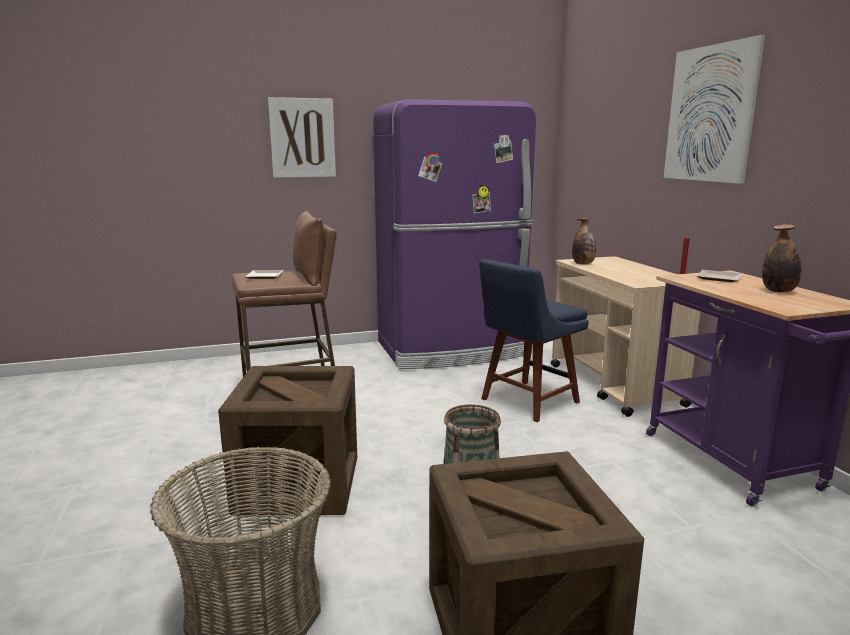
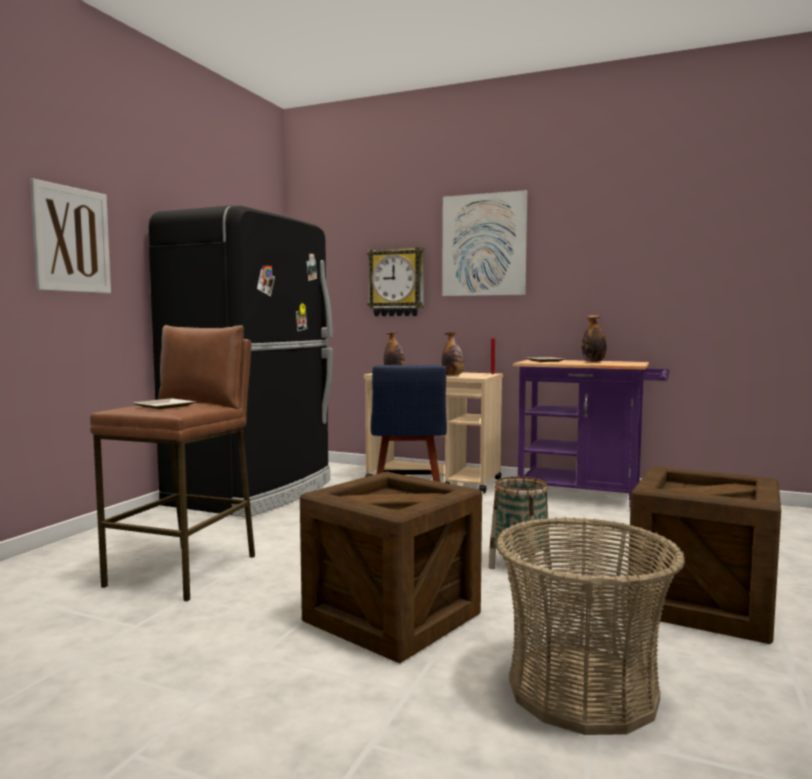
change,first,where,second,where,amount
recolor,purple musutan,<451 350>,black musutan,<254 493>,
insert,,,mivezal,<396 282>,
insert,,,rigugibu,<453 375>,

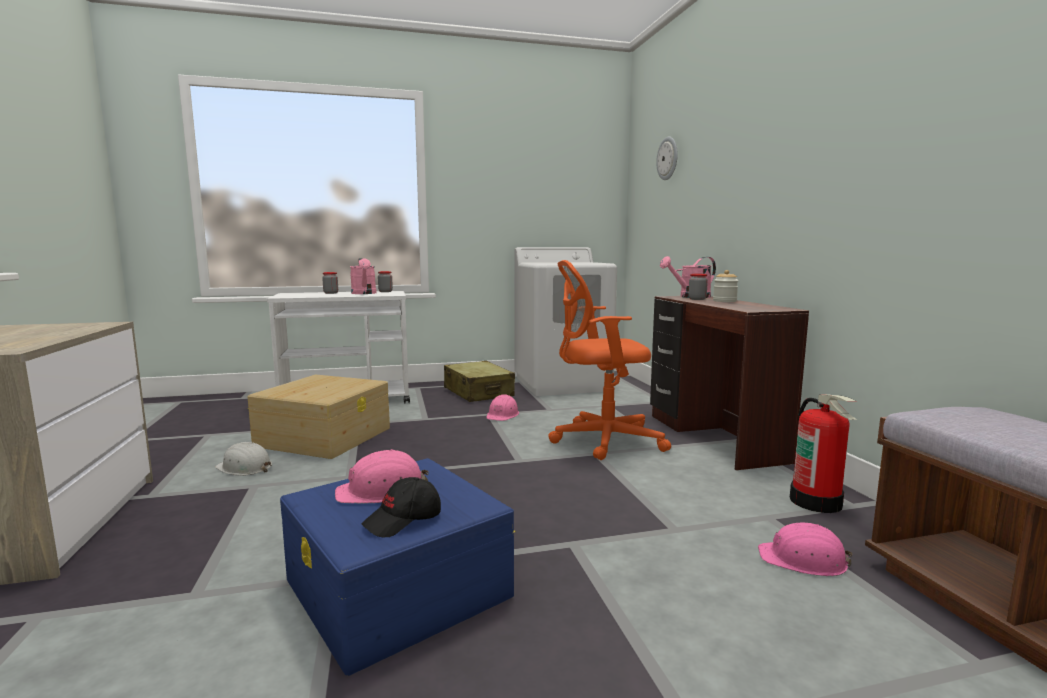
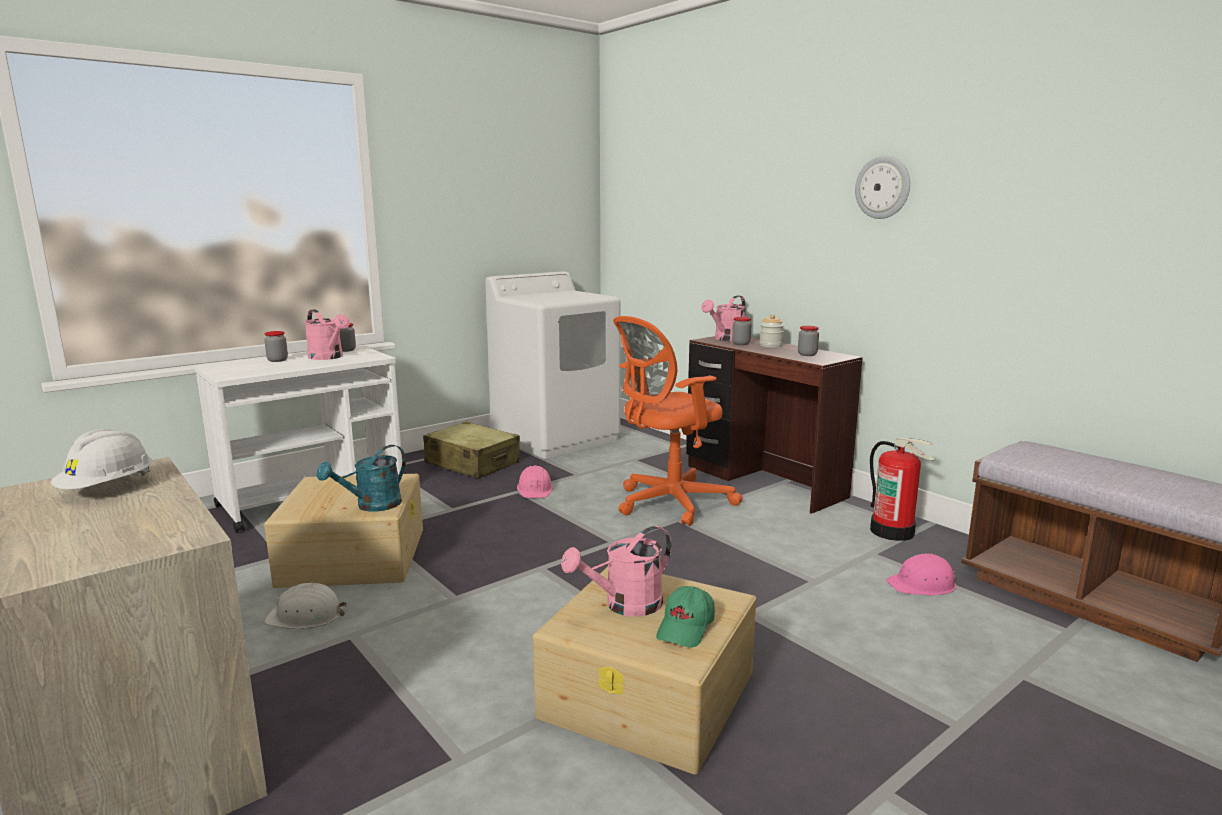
change,first,where,second,where,amount
recolor,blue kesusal,<398 588>,beige kesusal,<649 694>,
replace,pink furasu,<382 491>,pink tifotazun,<625 605>,
recolor,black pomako,<403 520>,green pomako,<686 628>,
move,mivezal,<668 158>,,<883 187>,
insert,,,white furasu,<108 488>,
insert,,,turquoise tifotazun,<372 506>,
insert,,,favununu,<807 354>,

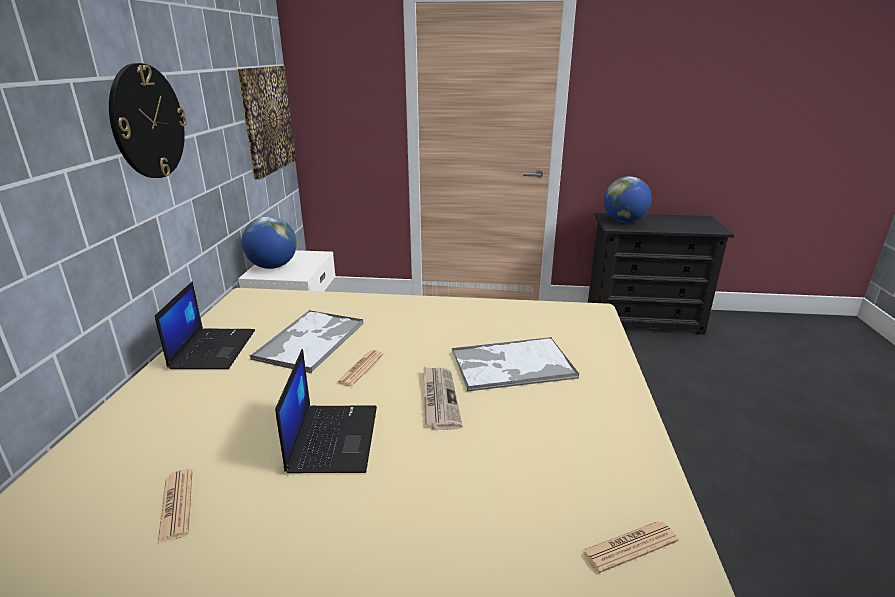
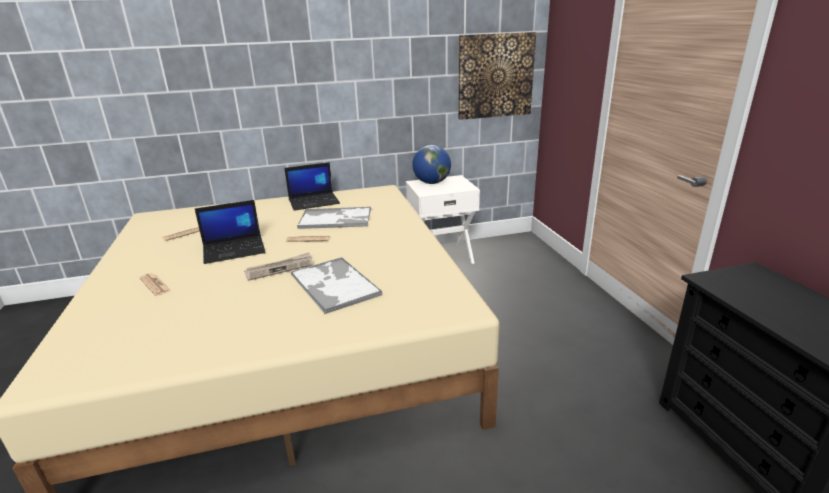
change,first,where,second,where,amount
delete,mivezal,<148 122>,,,
move,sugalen,<629 546>,,<155 285>,
delete,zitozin,<624 221>,,,

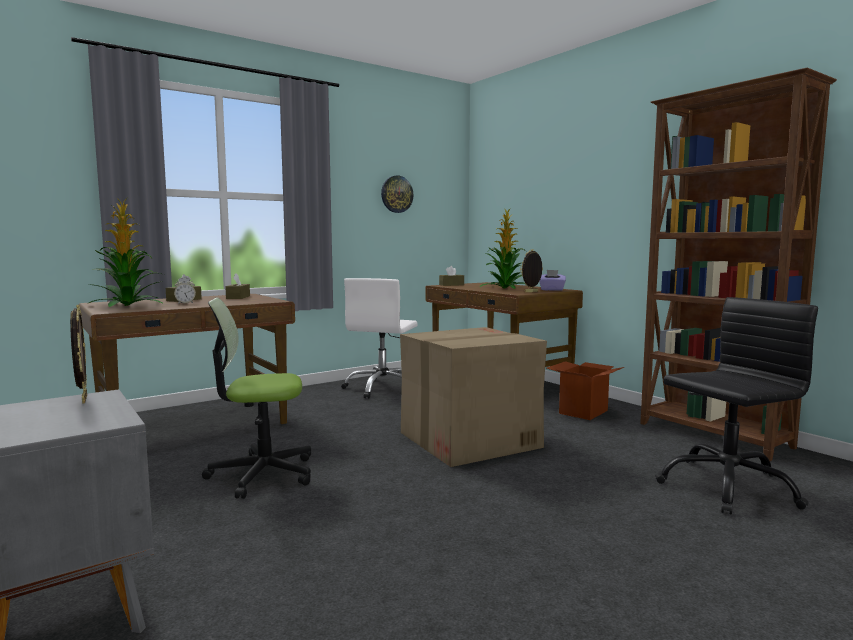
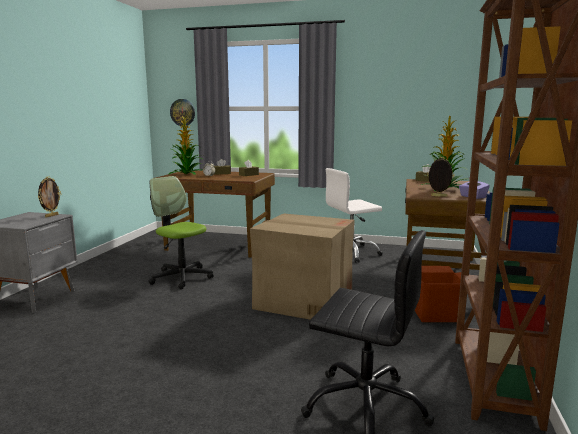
change,first,where,second,where,amount
move,mivezal,<396 194>,,<182 112>,

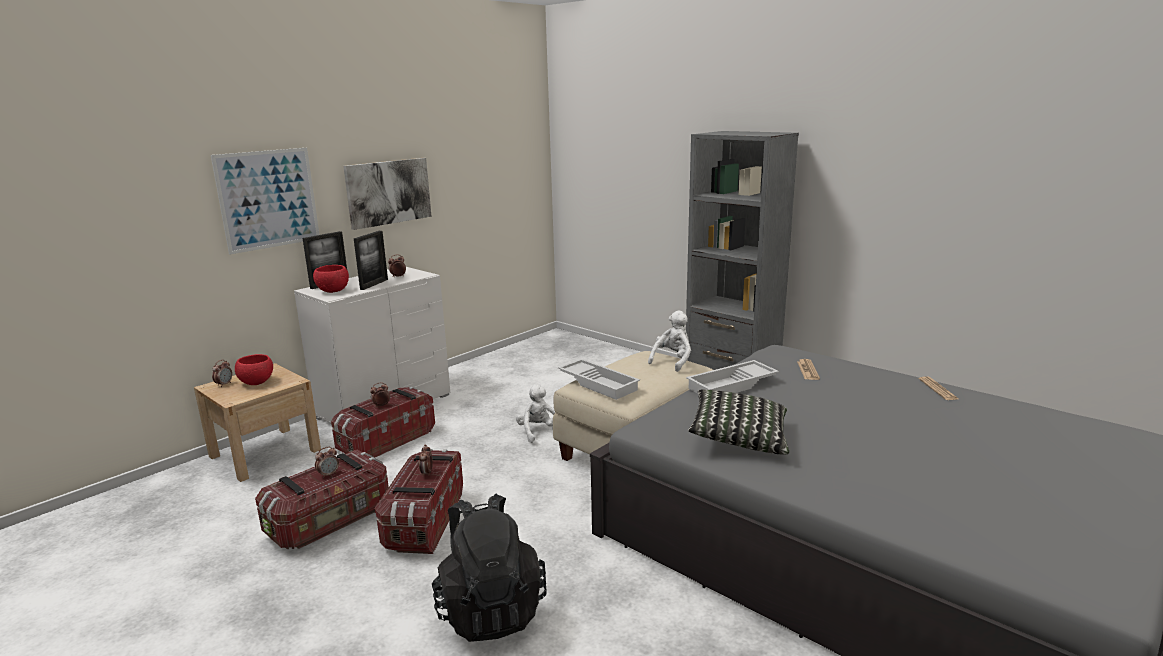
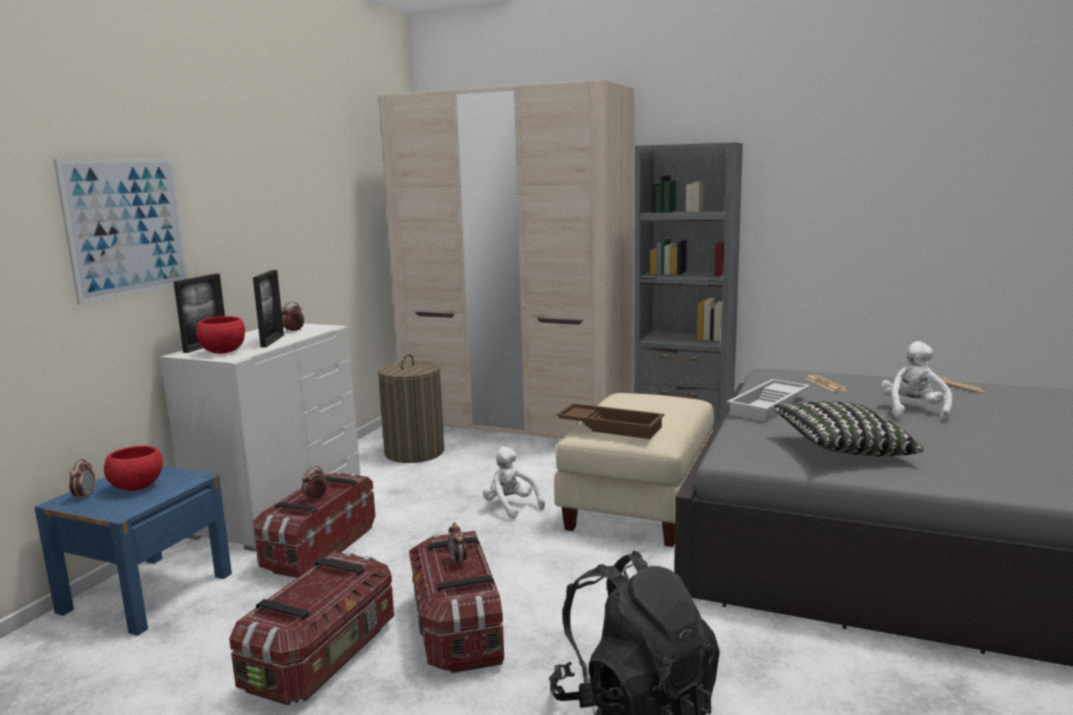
change,first,where,second,where,amount
recolor,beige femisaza,<265 453>,blue femisaza,<147 593>,
delete,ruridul,<328 474>,,,
delete,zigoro,<388 192>,,,
recolor,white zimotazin,<599 383>,brown zimotazin,<611 427>,
move,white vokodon,<672 361>,,<913 411>,
insert,,,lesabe,<414 452>,
insert,,,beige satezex,<517 424>,

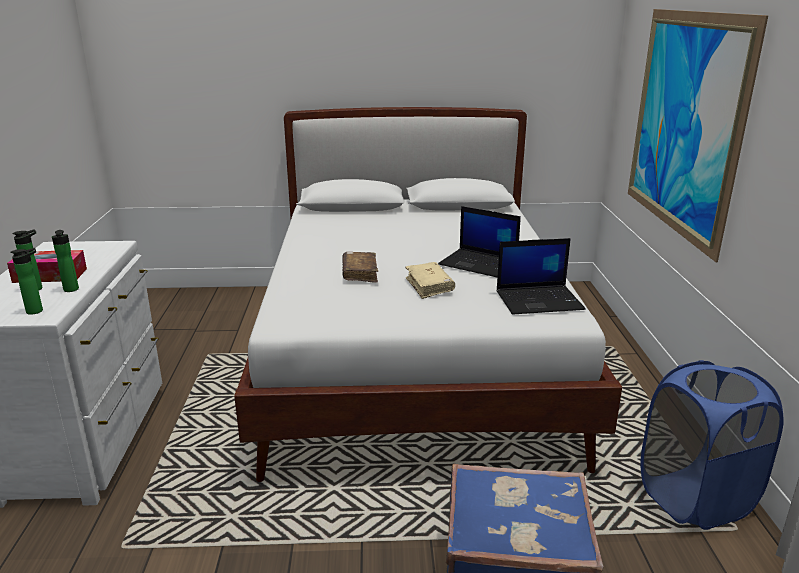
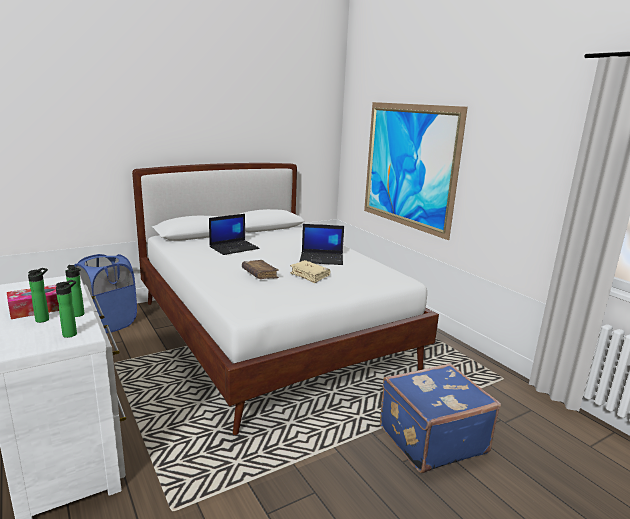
change,first,where,second,where,amount
move,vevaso,<539 300>,,<234 248>,
move,blue lesabe,<695 499>,,<108 324>,

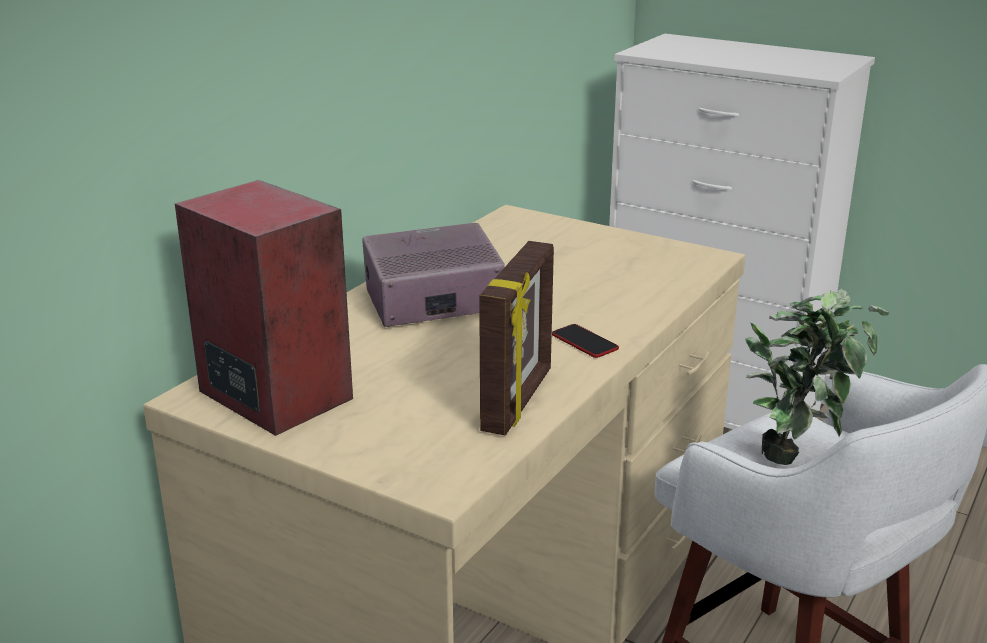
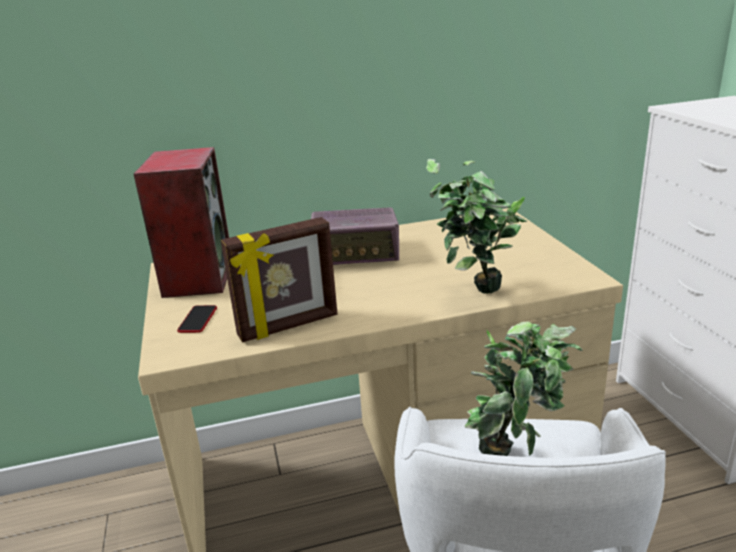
change,first,where,second,where,amount
rotate,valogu,<432 302>,,<356 254>,150 degrees clockwise
move,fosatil,<584 342>,,<198 320>,
insert,,,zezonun,<473 294>,

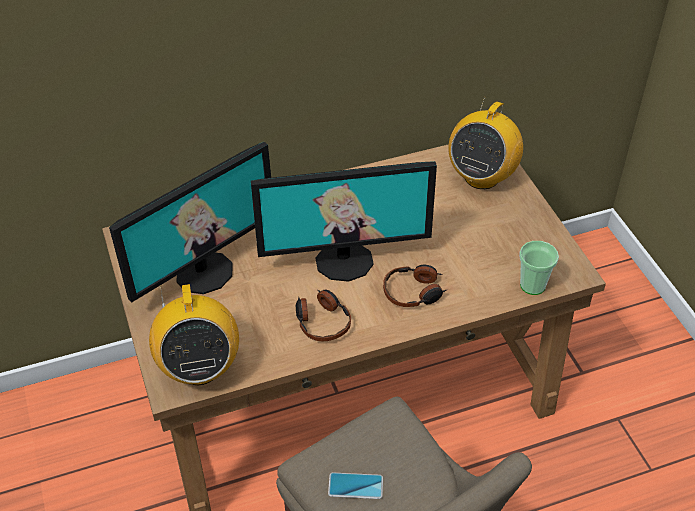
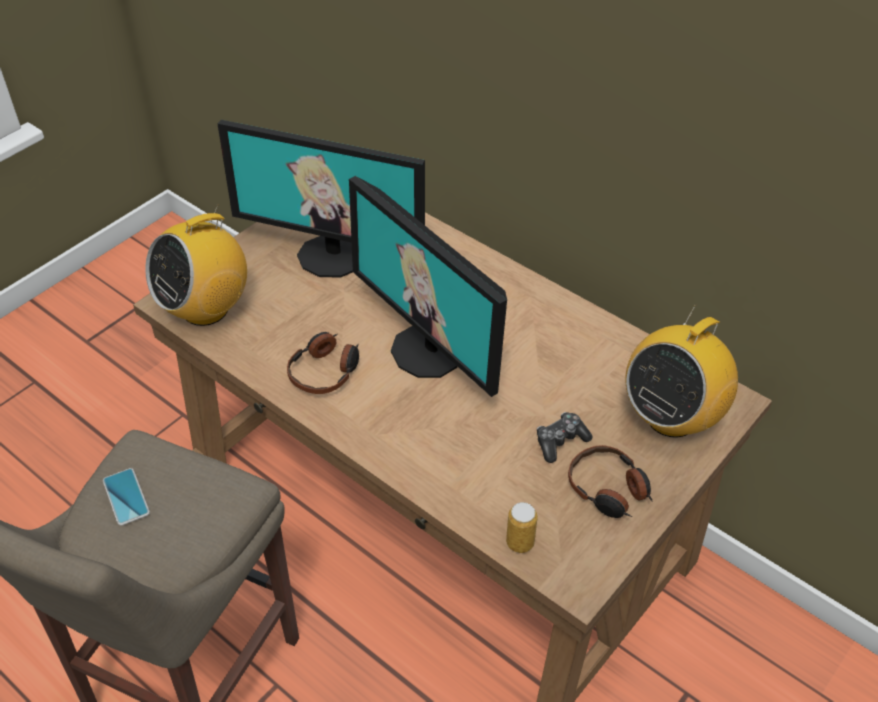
change,first,where,second,where,amount
move,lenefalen,<414 292>,,<608 489>,
rotate,valogu,<481 177>,,<671 417>,45 degrees counterclockwise
replace,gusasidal,<532 285>,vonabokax,<520 542>,
insert,,,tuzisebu,<560 441>,

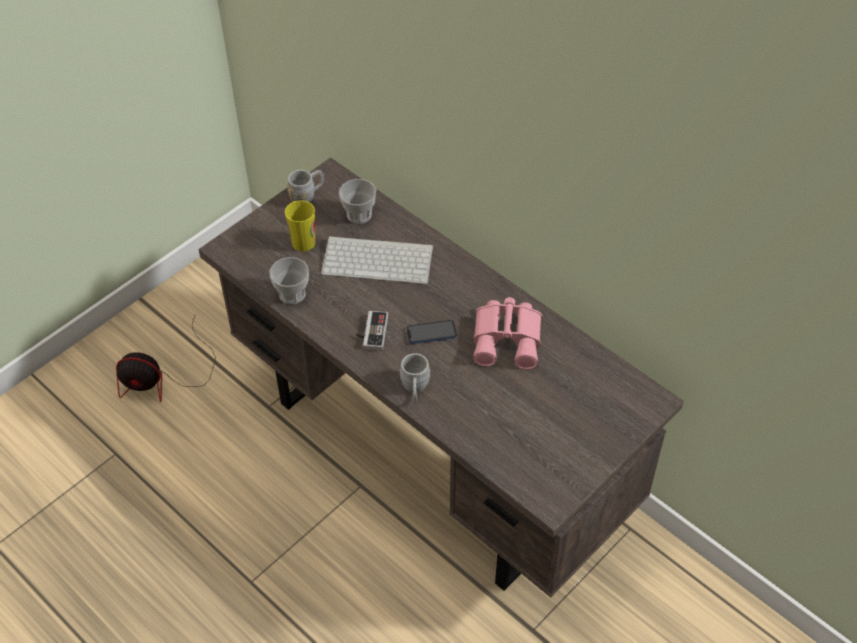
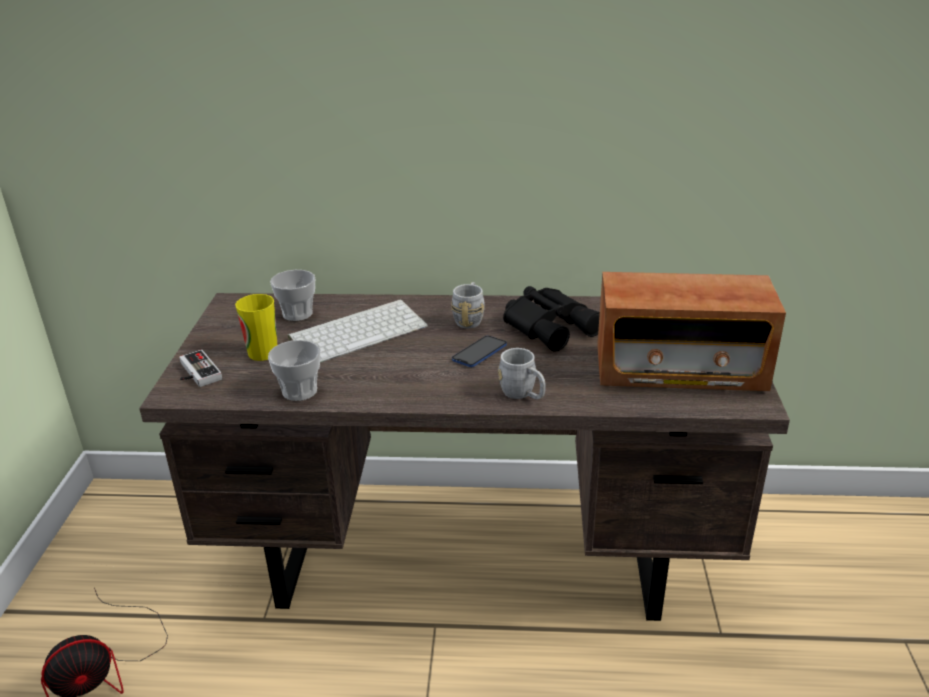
change,first,where,second,where,amount
move,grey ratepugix,<307 196>,,<469 318>,
move,tuzisebu,<371 332>,,<195 373>,
recolor,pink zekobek,<508 338>,black zekobek,<551 326>,
insert,,,valogu,<679 371>,

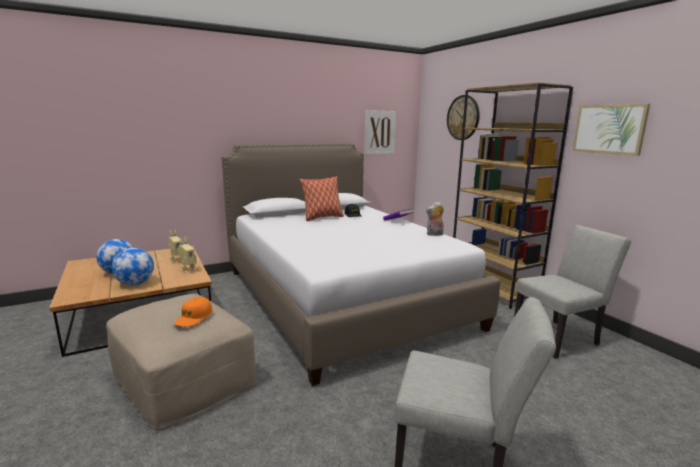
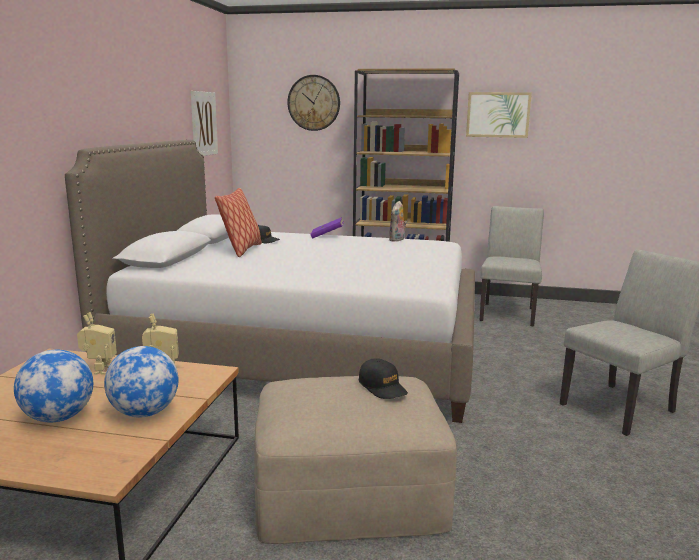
change,first,where,second,where,amount
recolor,orange pomako,<194 317>,black pomako,<382 387>,

